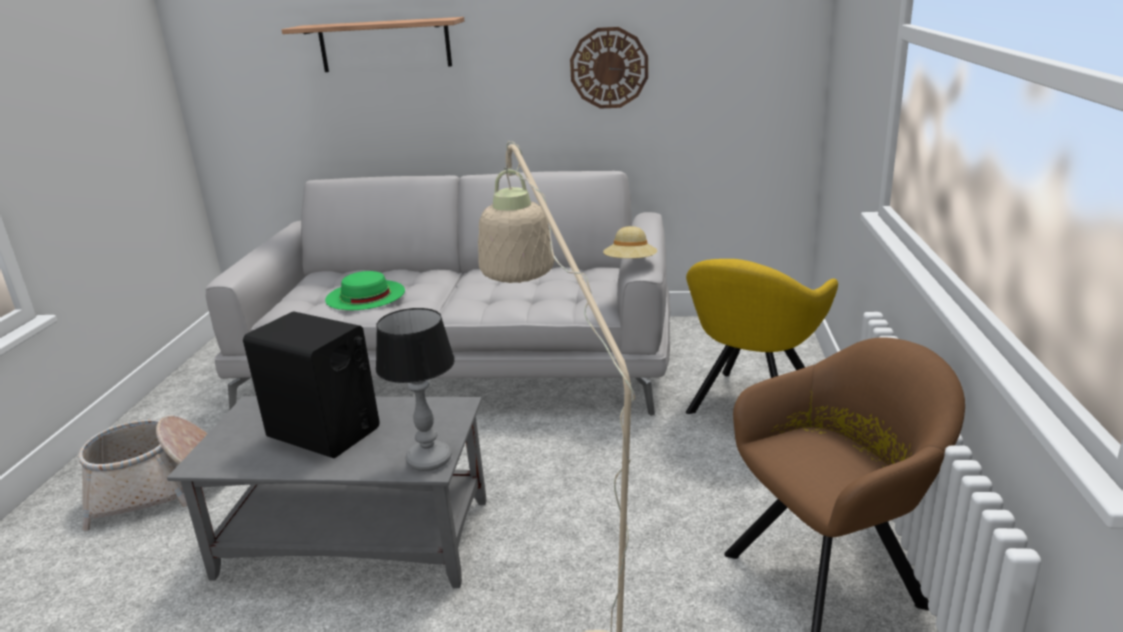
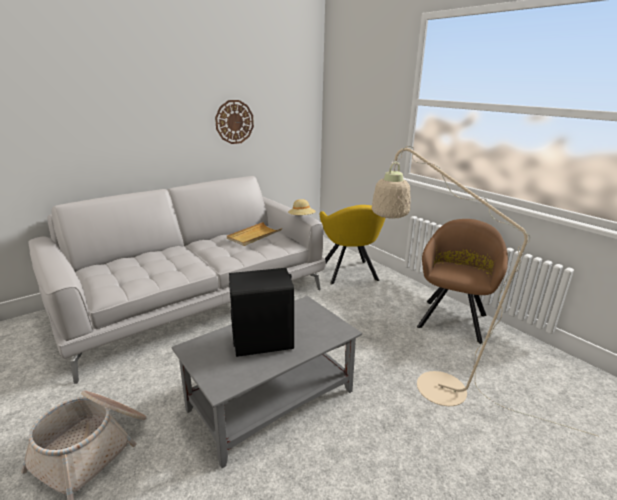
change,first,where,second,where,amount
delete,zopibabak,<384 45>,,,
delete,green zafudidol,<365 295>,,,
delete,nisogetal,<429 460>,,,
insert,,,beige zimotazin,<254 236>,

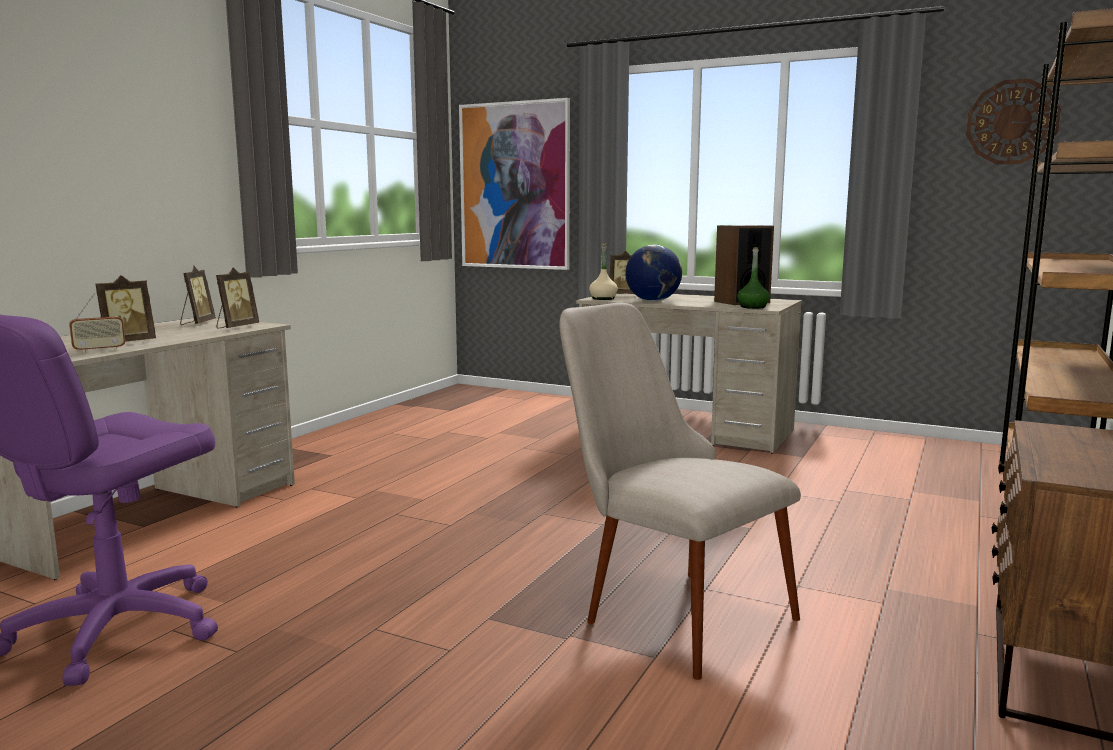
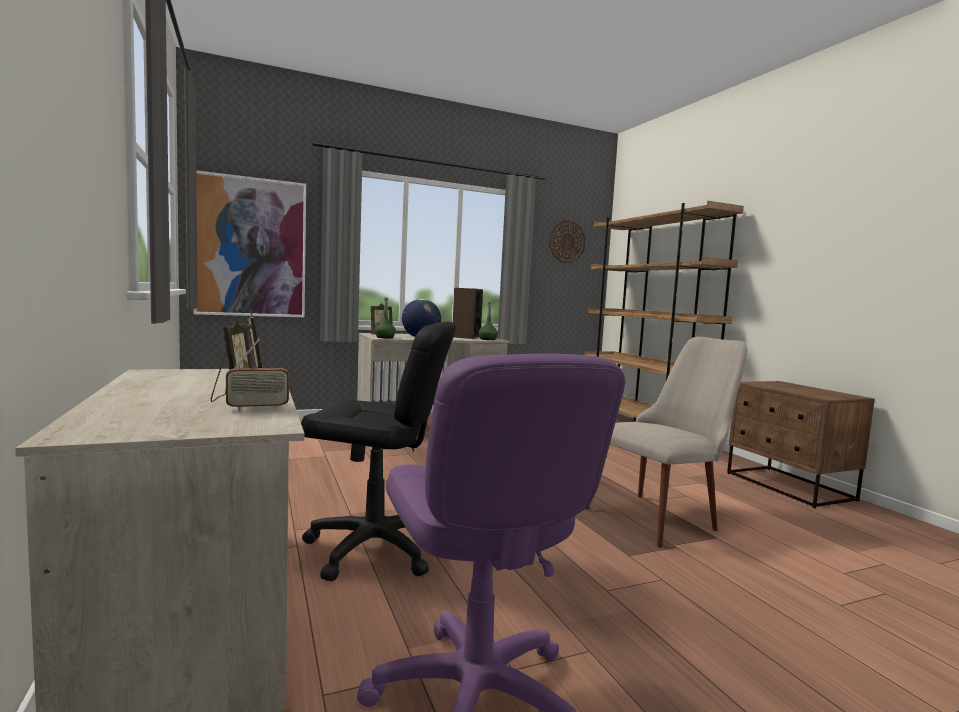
change,first,where,second,where,amount
rotate,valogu,<99 350>,,<257 408>,60 degrees clockwise
delete,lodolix,<197 323>,,,
rotate,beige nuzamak,<666 607>,,<663 515>,150 degrees clockwise
recolor,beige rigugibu,<603 298>,green rigugibu,<385 337>,
insert,,,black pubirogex,<374 548>,

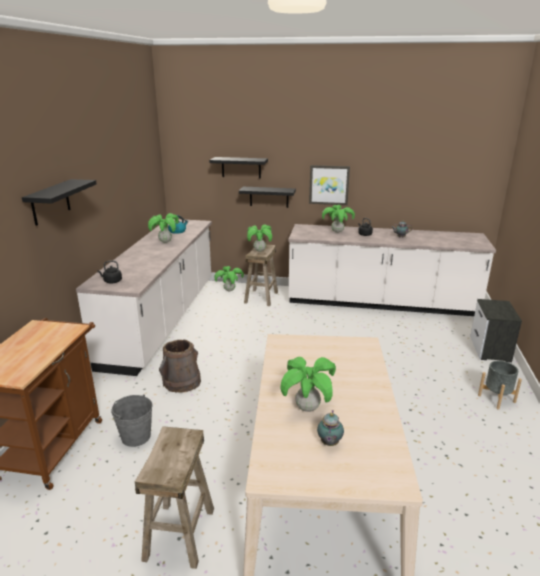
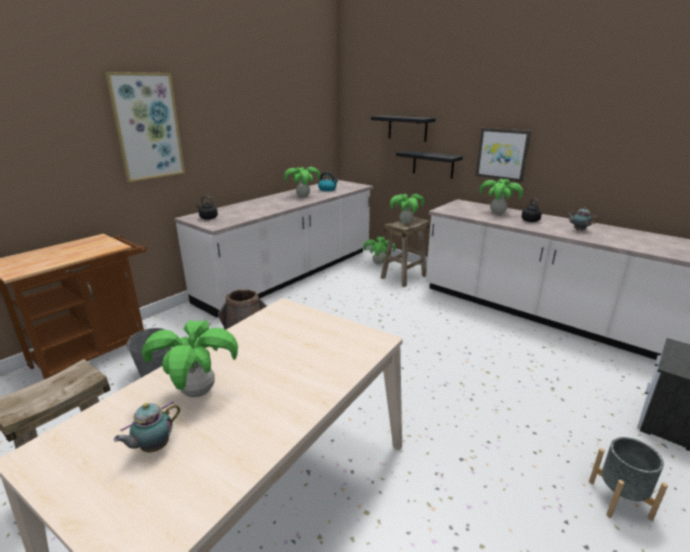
change,first,where,second,where,amount
replace,black zopibabak,<50 202>,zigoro,<147 127>,

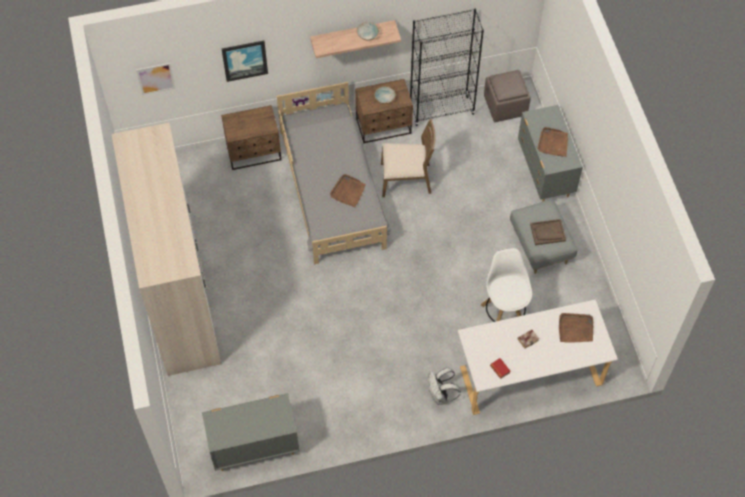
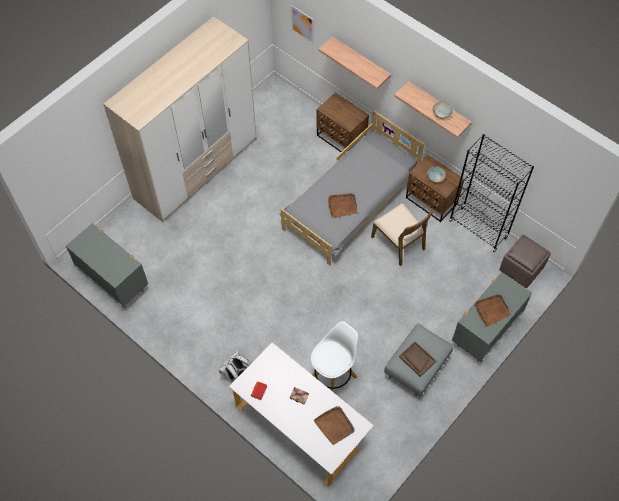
change,first,where,second,where,amount
replace,zigoro,<244 60>,zopibabak,<361 61>,

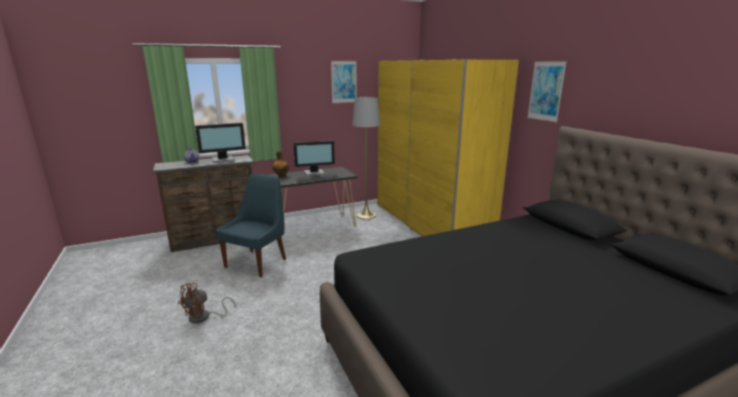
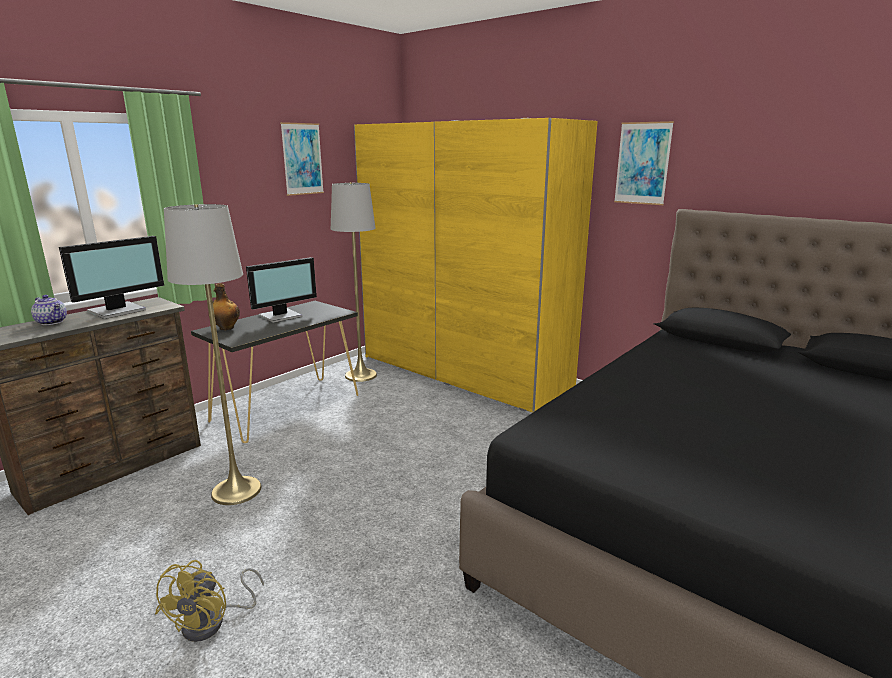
change,first,where,second,where,amount
recolor,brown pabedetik,<204 317>,yellow pabedetik,<213 622>,
replace,blue nuzamak,<257 262>,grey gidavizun,<236 490>,

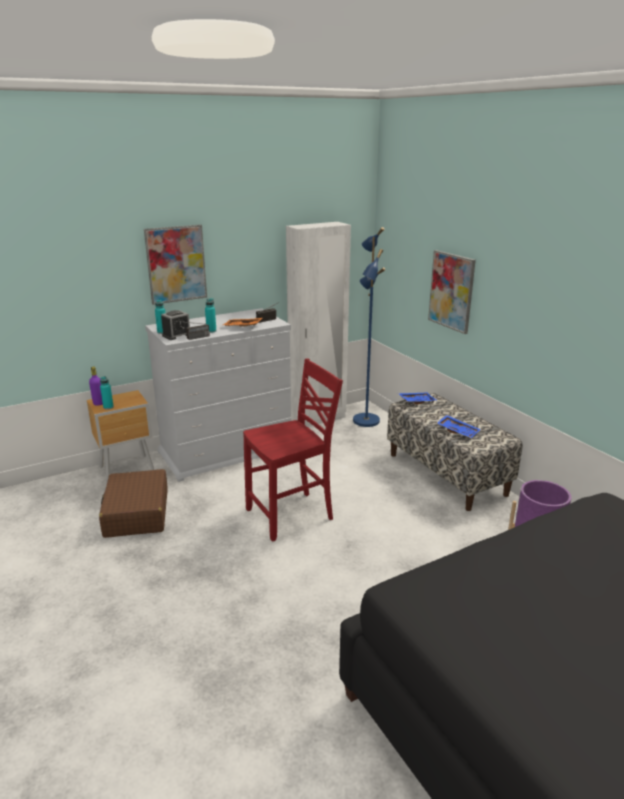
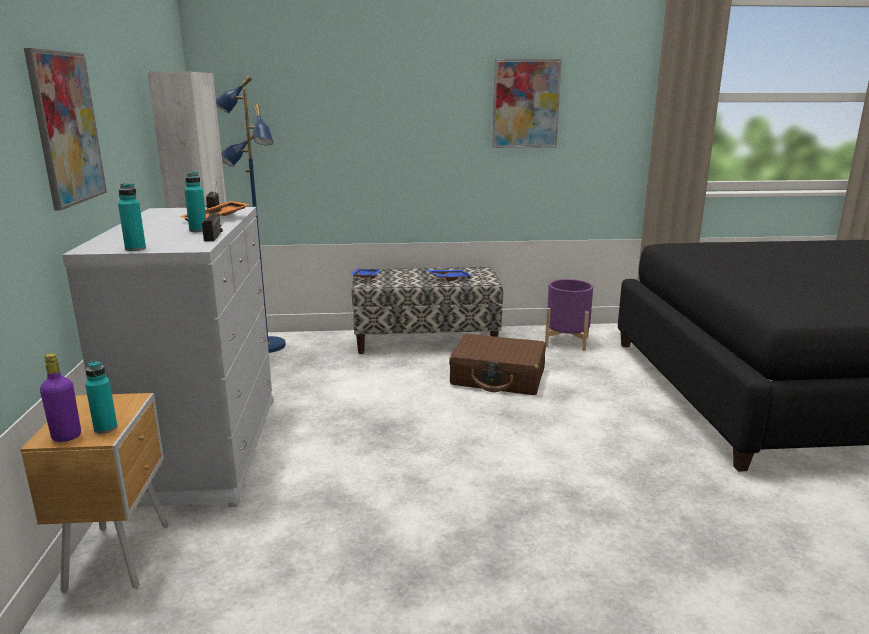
change,first,where,second,where,amount
move,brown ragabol,<136 513>,,<498 377>,
delete,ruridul,<177 335>,,,
delete,red nuzamak,<292 515>,,,
move,zigoro,<451 291>,,<525 104>,

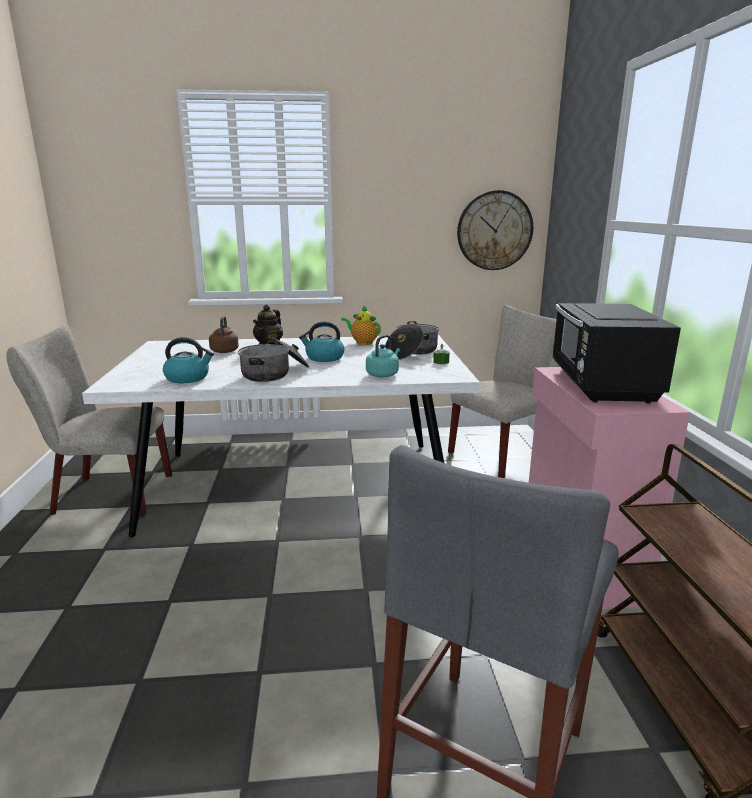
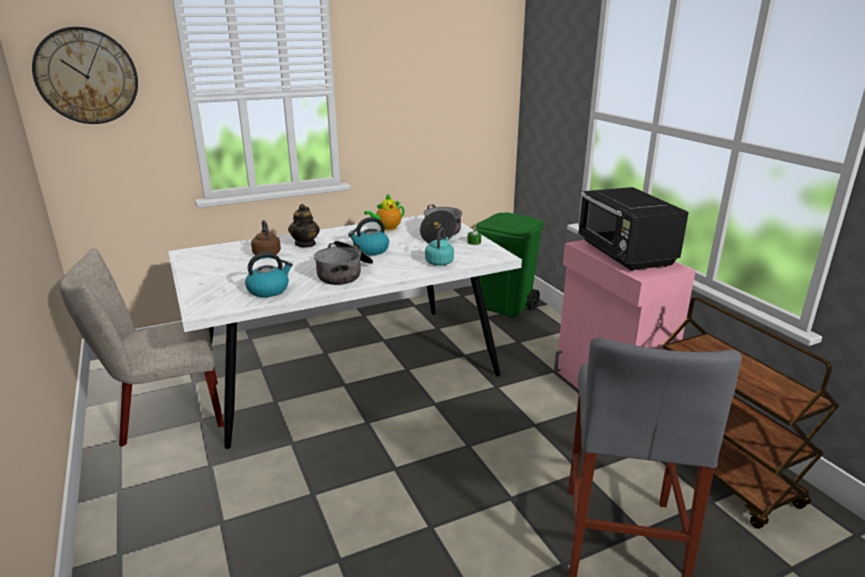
change,first,where,second,where,amount
rotate,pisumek,<362 342>,,<387 228>,45 degrees counterclockwise
replace,beige nuzamak,<505 452>,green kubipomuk,<506 307>,
move,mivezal,<494 230>,,<87 76>,

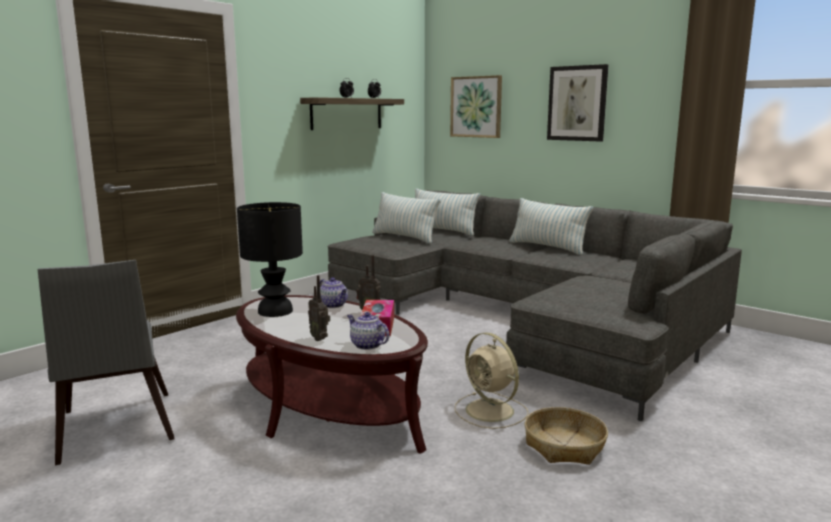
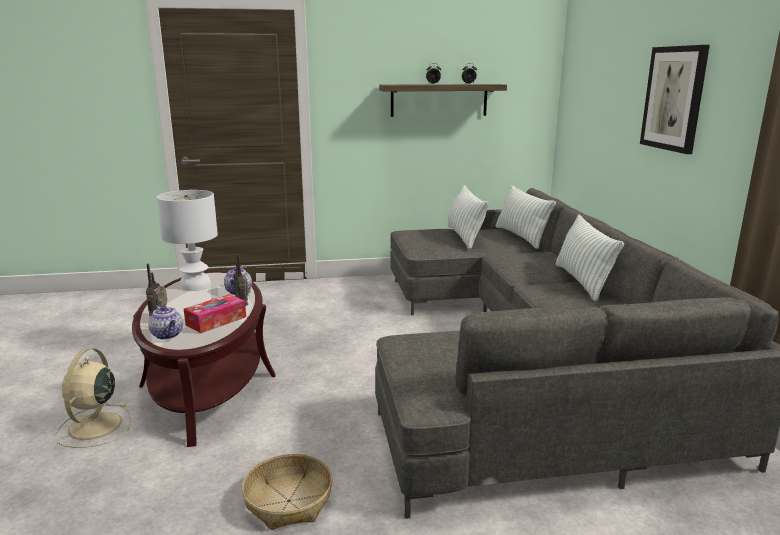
change,first,where,second,where,amount
delete,grey nuzamak,<115 431>,,,
recolor,black nisogetal,<274 311>,white nisogetal,<195 285>,
rotate,pisumek,<366 345>,,<168 335>,150 degrees clockwise
delete,zigoro,<476 107>,,,
move,beige pabedetik,<491 411>,,<94 427>,

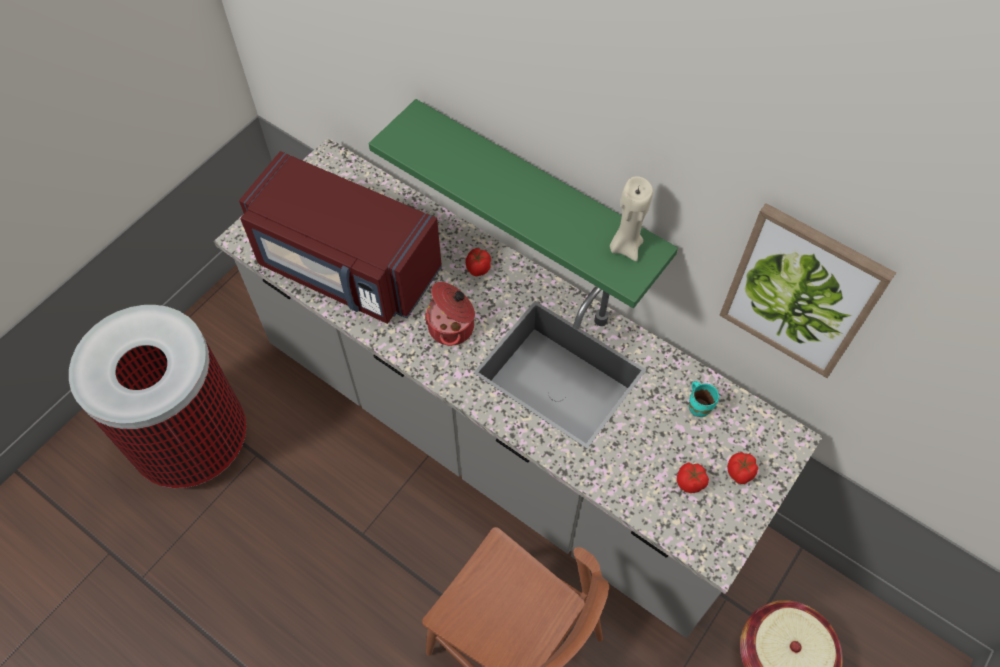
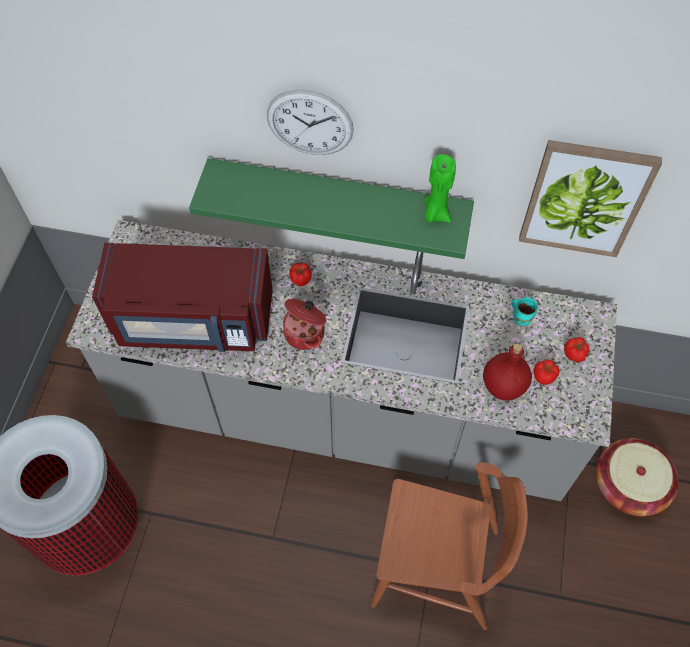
change,first,where,second,where,amount
recolor,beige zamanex,<625 246>,green zamanex,<435 214>,
insert,,,mivezal,<310 123>,
insert,,,red rigugibu,<503 385>,

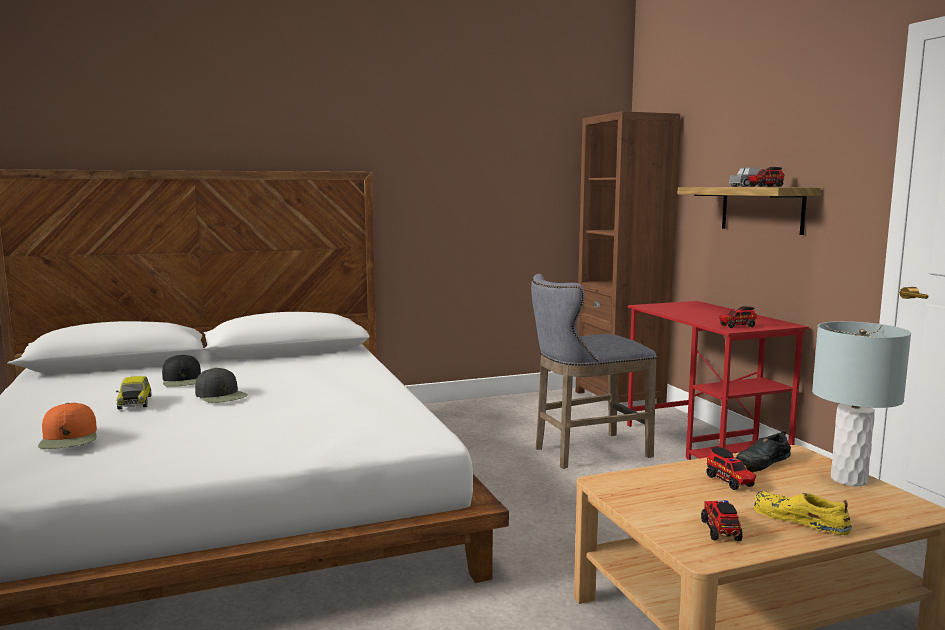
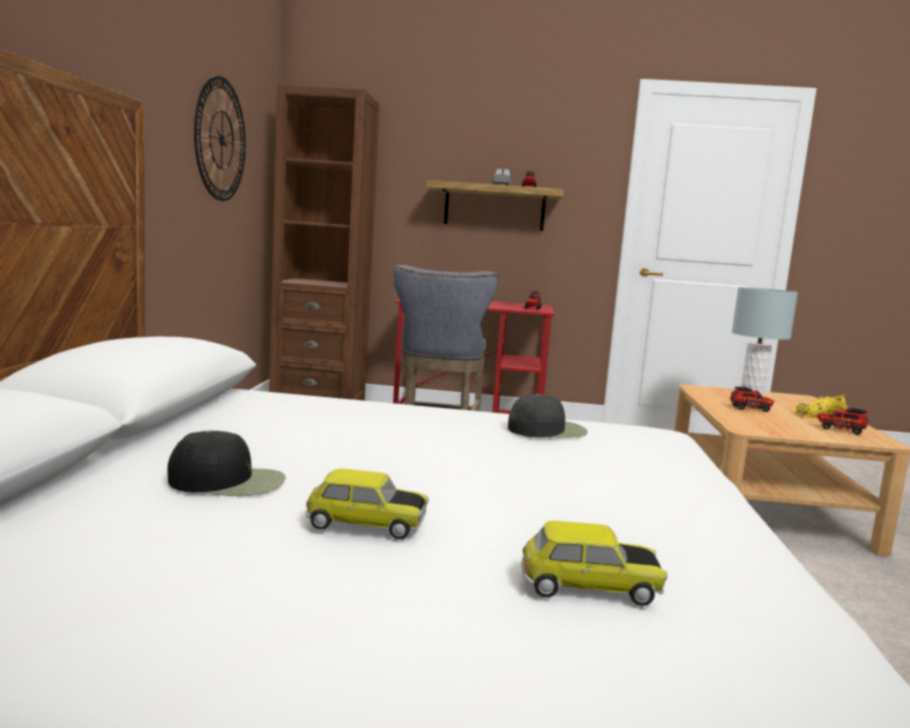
change,first,where,second,where,amount
replace,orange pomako,<69 438>,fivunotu,<589 586>,
move,black pomako,<221 395>,,<547 430>,
delete,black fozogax,<761 462>,,,
insert,,,mivezal,<221 140>,

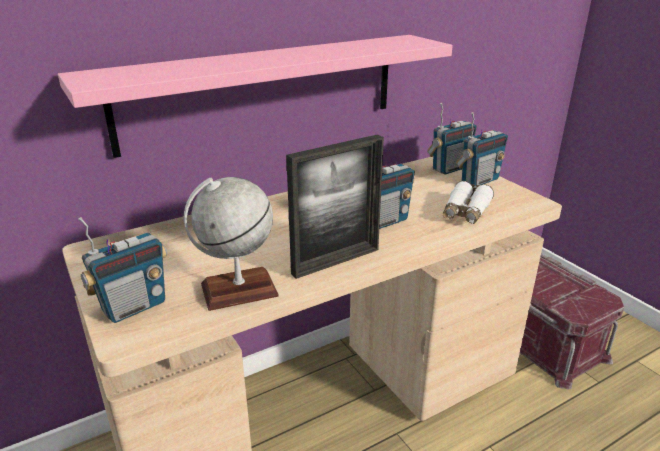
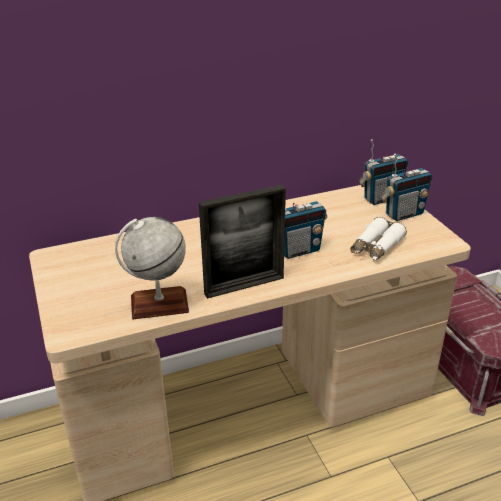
change,first,where,second,where,amount
delete,pink zopibabak,<263 91>,,,
delete,valogu,<134 307>,,,

